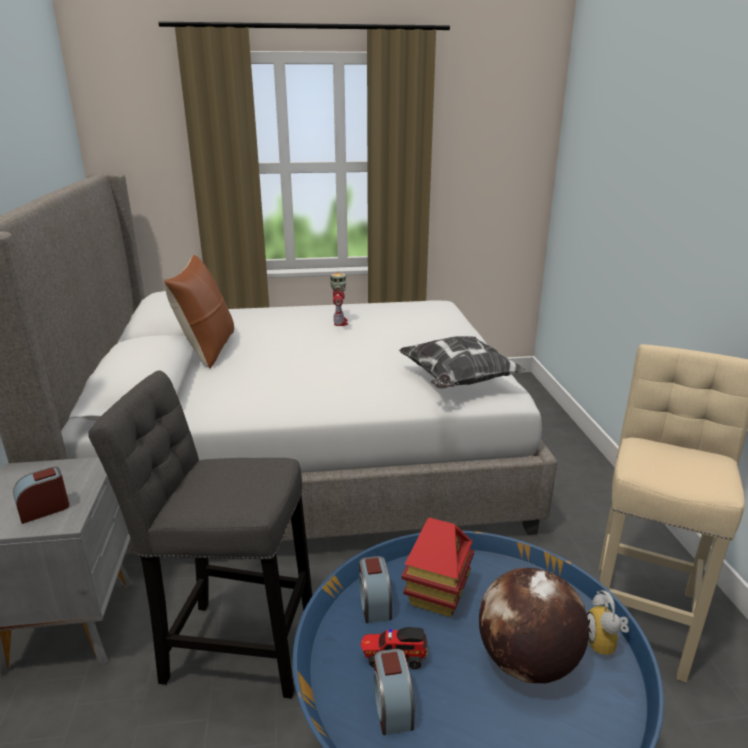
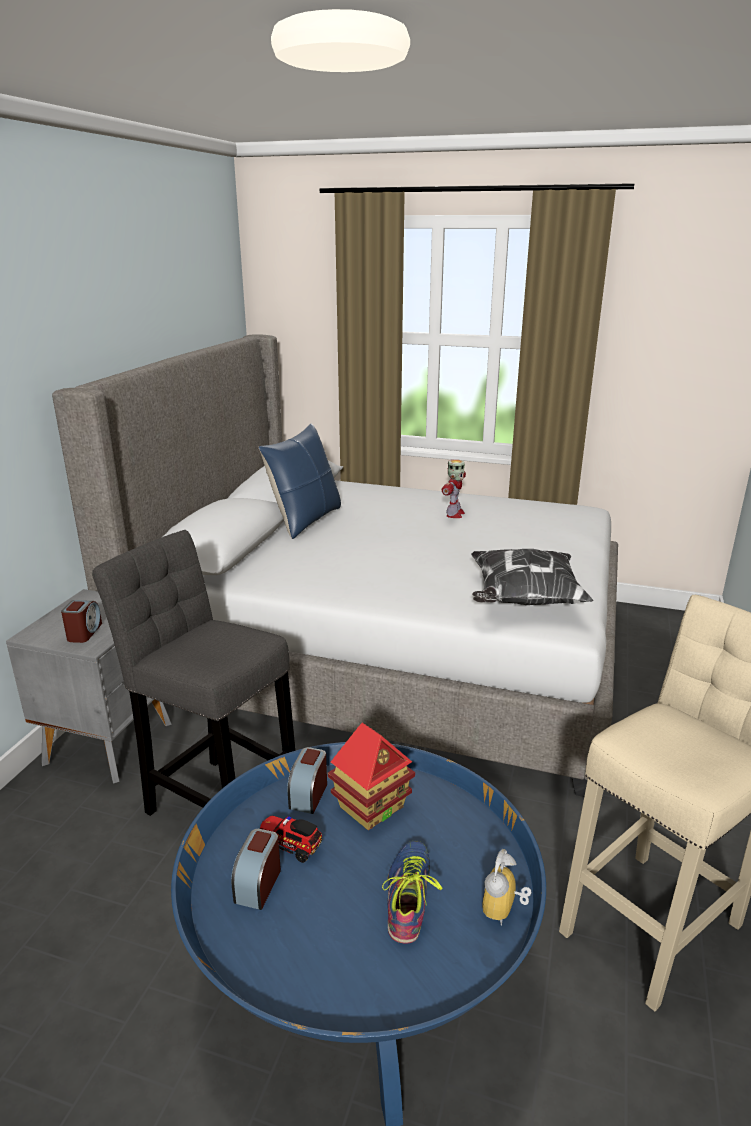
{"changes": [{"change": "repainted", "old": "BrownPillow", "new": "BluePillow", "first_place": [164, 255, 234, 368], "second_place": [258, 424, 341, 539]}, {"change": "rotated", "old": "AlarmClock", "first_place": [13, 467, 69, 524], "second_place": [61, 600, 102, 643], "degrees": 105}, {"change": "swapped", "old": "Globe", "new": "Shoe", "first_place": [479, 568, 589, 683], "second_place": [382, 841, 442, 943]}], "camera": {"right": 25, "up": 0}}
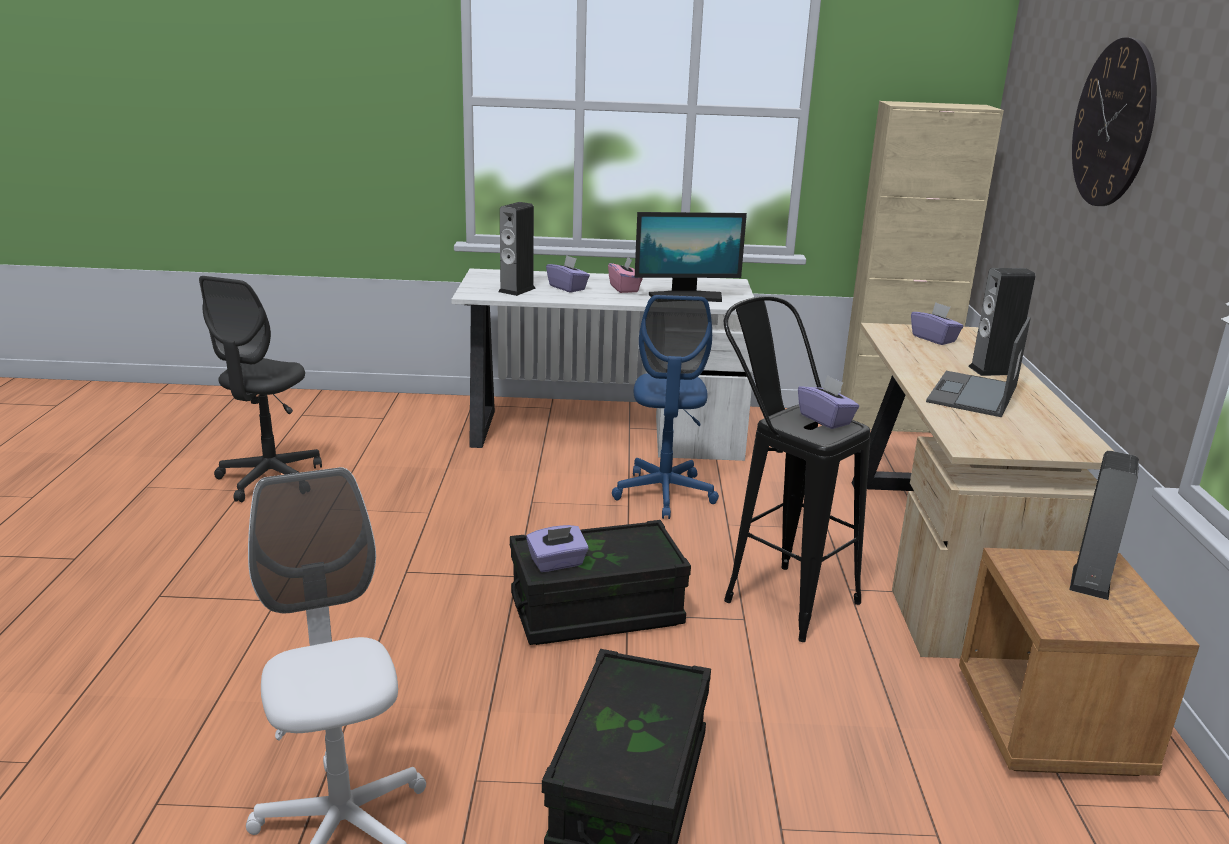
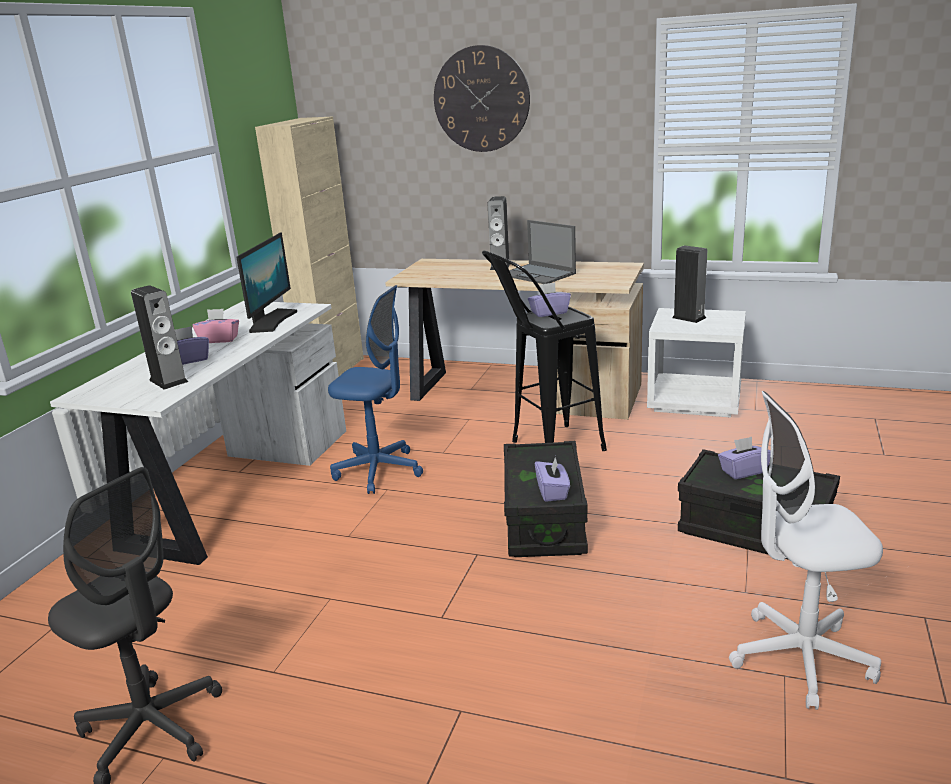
{"changes": [{"change": "shifted", "old": "PurpleTissueBox", "first_place": [911, 302, 963, 345], "second_place": [718, 437, 771, 479]}, {"change": "repainted", "old": "BrownNightstand", "new": "WhiteNightstand", "first_place": [959, 548, 1200, 776], "second_place": [647, 308, 746, 417]}], "camera": {"right": -70, "up": 0}}
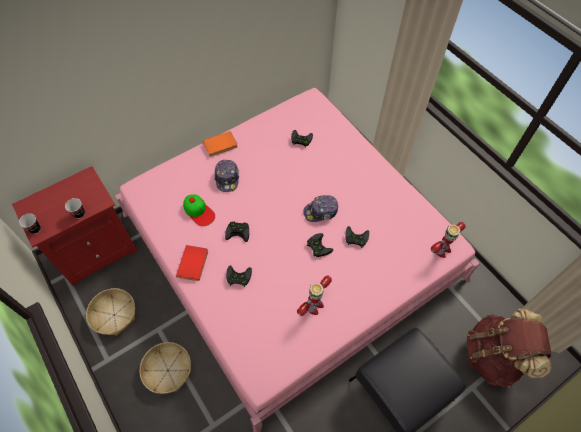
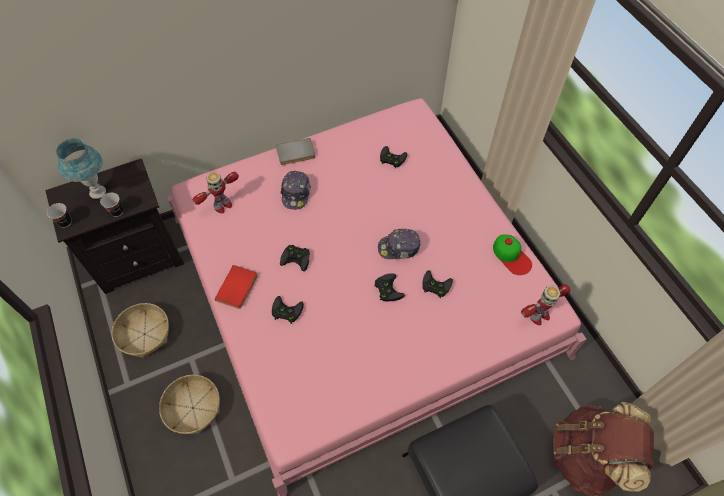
{"changes": [{"change": "repainted", "old": "OrangeBook", "new": "GreyBook", "first_place": [203, 131, 238, 156], "second_place": [276, 138, 315, 165]}, {"change": "repainted", "old": "RedNightstand", "new": "BlackNightstand", "first_place": [12, 166, 137, 286], "second_place": [45, 158, 184, 294]}, {"change": "shifted", "old": "Cap", "first_place": [183, 194, 215, 226], "second_place": [493, 234, 532, 275]}, {"change": "shifted", "old": "ToyRobot", "first_place": [297, 275, 332, 316], "second_place": [193, 172, 239, 213]}, {"change": "new", "new": "BlueTableLamp", "second_place": [56, 138, 106, 199]}], "camera": {"right": 10, "up": 0}}
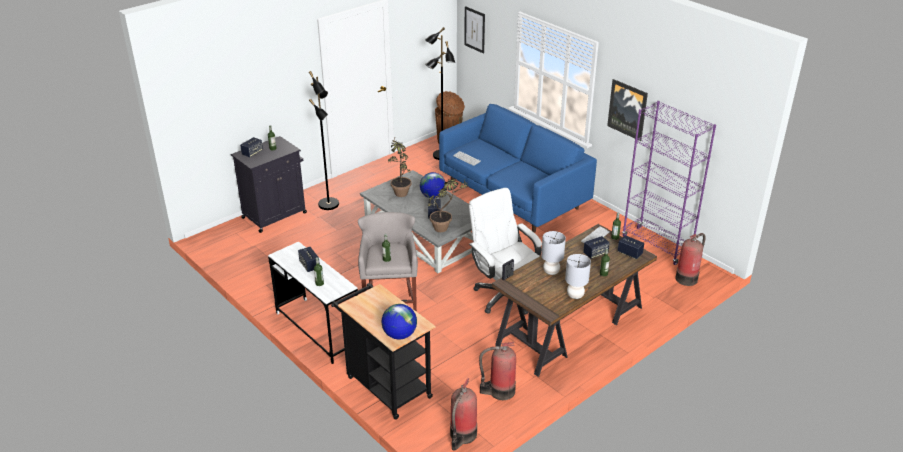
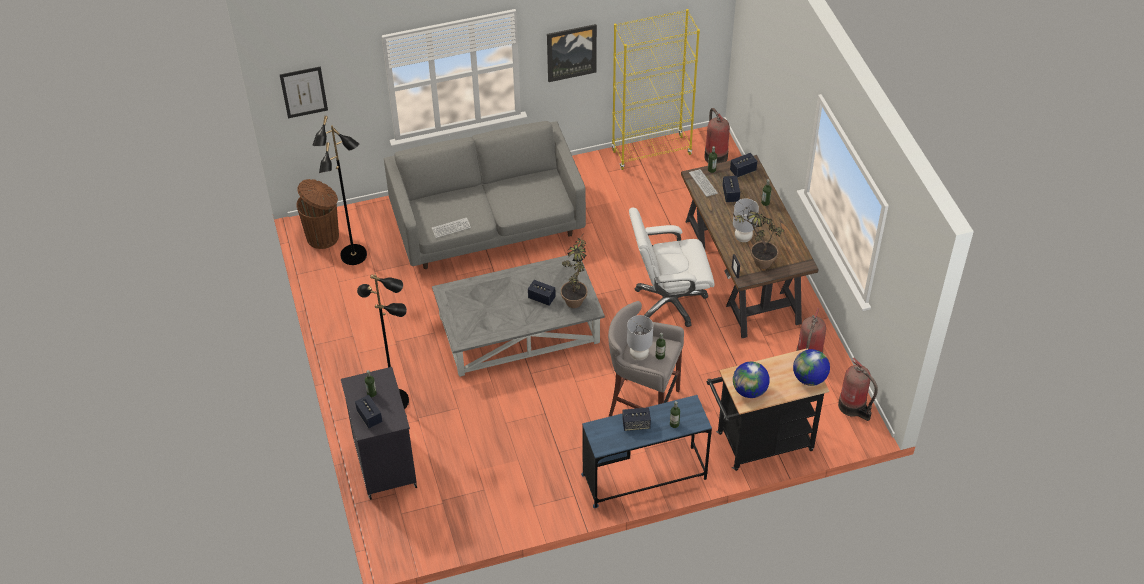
{"changes": [{"change": "repainted", "old": "PurpleBookcase", "new": "YellowBookcase", "first_place": [622, 101, 716, 265], "second_place": [611, 9, 700, 170]}, {"change": "repainted", "old": "BlueSofa", "new": "GreySofa", "first_place": [439, 104, 597, 232], "second_place": [384, 121, 586, 269]}, {"change": "shifted", "old": "PottedPlant", "first_place": [388, 138, 411, 197], "second_place": [731, 211, 784, 269]}, {"change": "shifted", "old": "Globe", "first_place": [420, 172, 445, 198], "second_place": [733, 362, 770, 398]}, {"change": "repainted", "old": "WhiteDesk", "new": "BlueDesk", "first_place": [268, 242, 358, 364], "second_place": [581, 395, 712, 508]}, {"change": "shifted", "old": "GreyTableLamp", "first_place": [565, 254, 591, 299], "second_place": [627, 315, 653, 360]}], "camera": {"right": -65, "up": 15}}
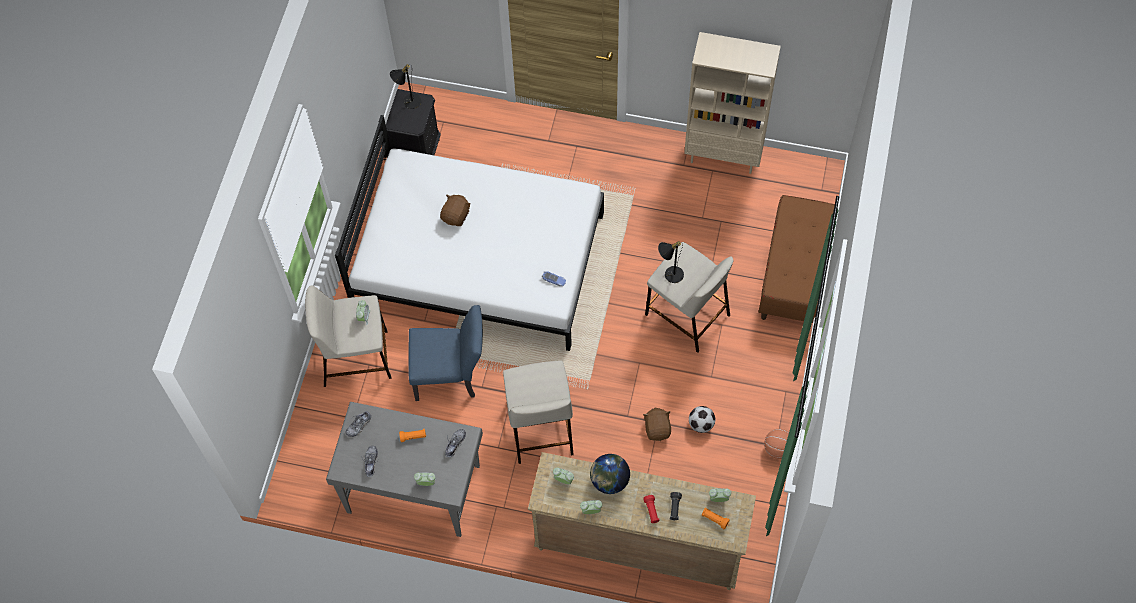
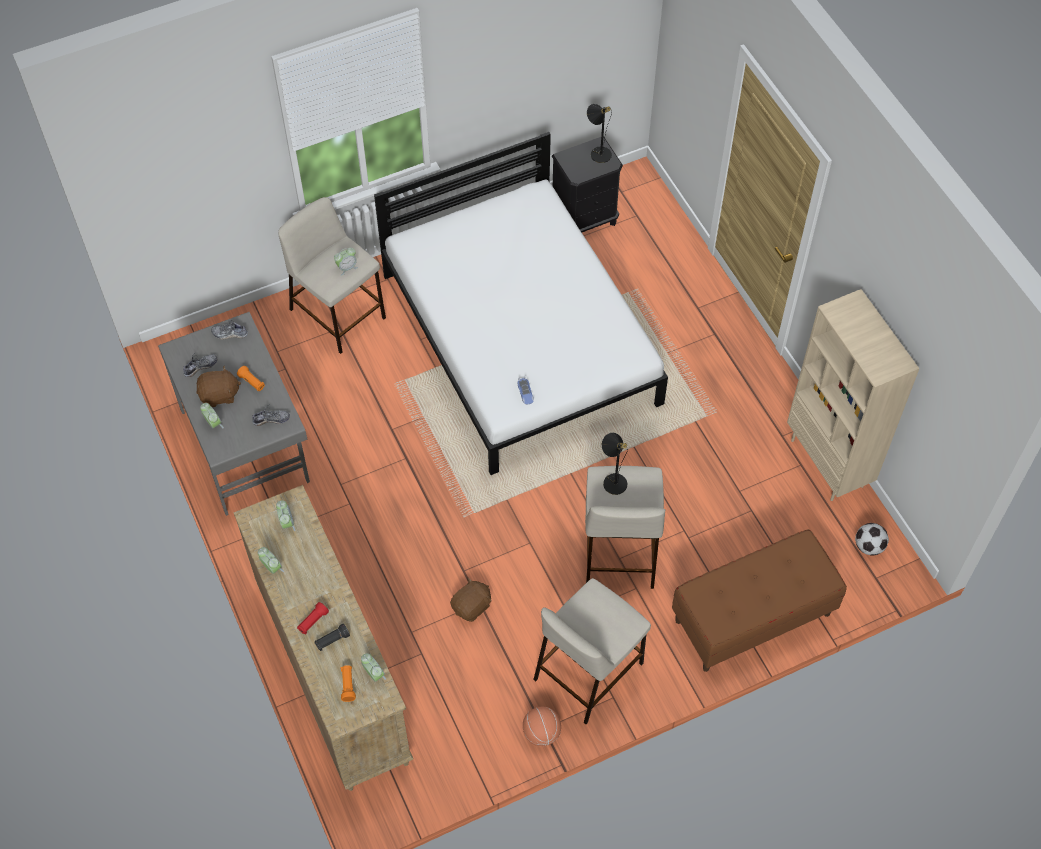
{"changes": [{"change": "shifted", "old": "BrownPlushToy", "first_place": [440, 194, 471, 226], "second_place": [196, 366, 241, 407]}, {"change": "gone", "old": "BlueChair", "first_place": [409, 305, 483, 401]}, {"change": "shifted", "old": "BeigeStool", "first_place": [503, 360, 574, 464], "second_place": [533, 578, 651, 724]}, {"change": "shifted", "old": "Football", "first_place": [689, 406, 715, 433], "second_place": [855, 523, 889, 555]}, {"change": "gone", "old": "Globe", "first_place": [590, 454, 630, 494]}], "camera": {"right": 50, "up": -5}}
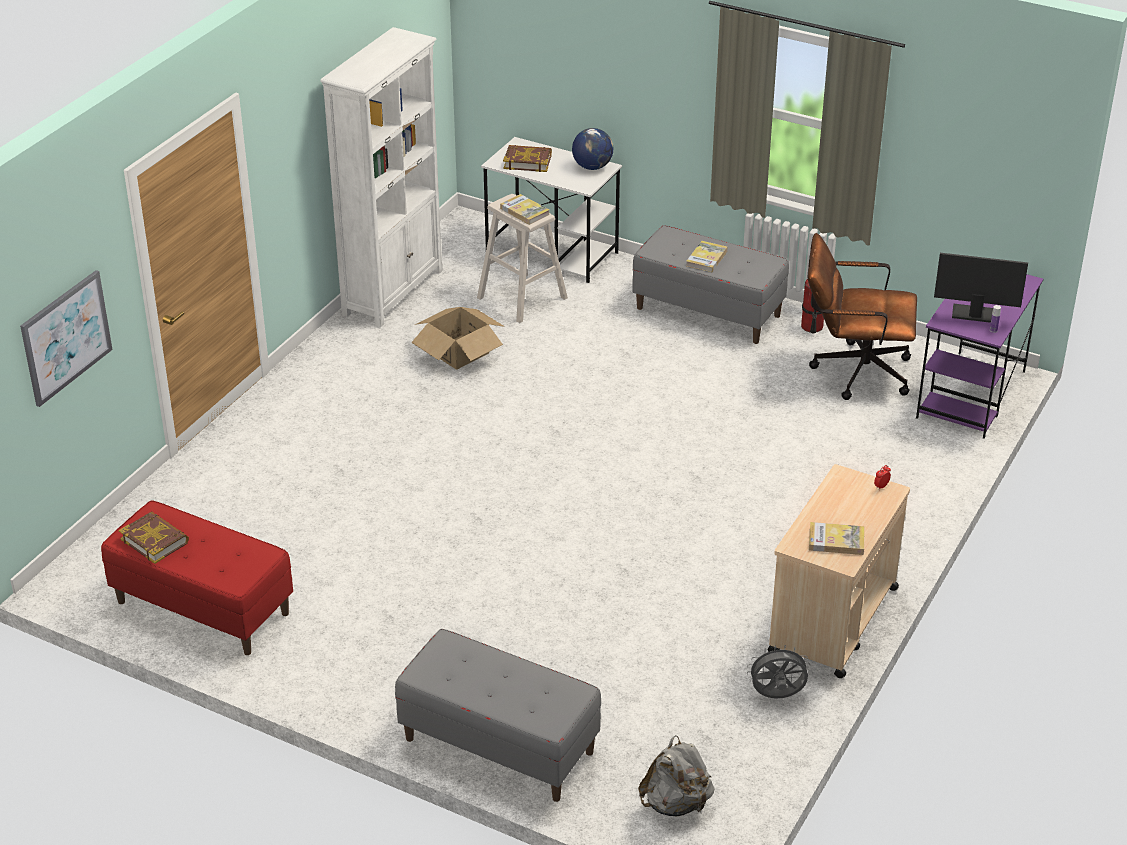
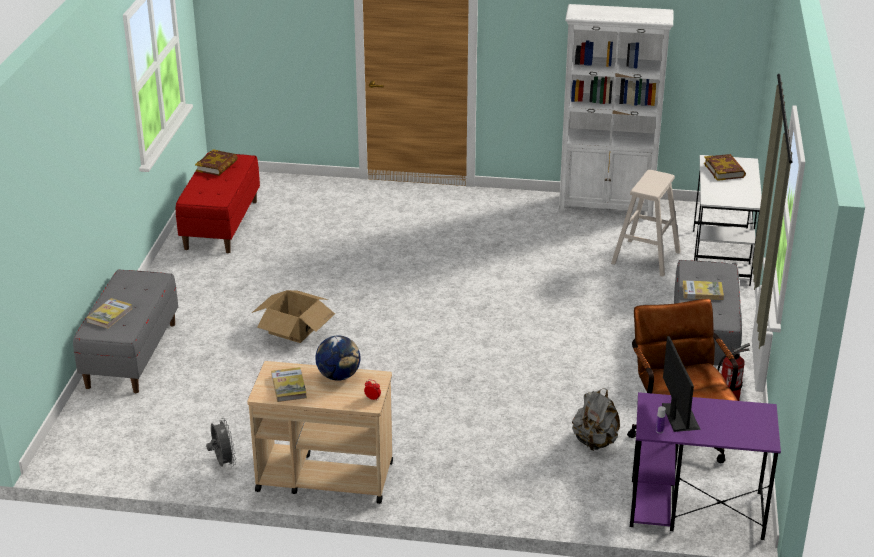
{"changes": [{"change": "shifted", "old": "Globe", "first_place": [572, 128, 613, 170], "second_place": [315, 335, 361, 381]}, {"change": "shifted", "old": "Book", "first_place": [500, 194, 549, 225], "second_place": [86, 298, 132, 328]}, {"change": "gone", "old": "Picture", "first_place": [20, 270, 112, 407]}, {"change": "shifted", "old": "CardboardBox", "first_place": [412, 307, 505, 370], "second_place": [252, 290, 335, 343]}, {"change": "shifted", "old": "GreyBackpack", "first_place": [638, 735, 714, 816], "second_place": [572, 388, 620, 451]}], "camera": {"right": 70, "up": -5}}
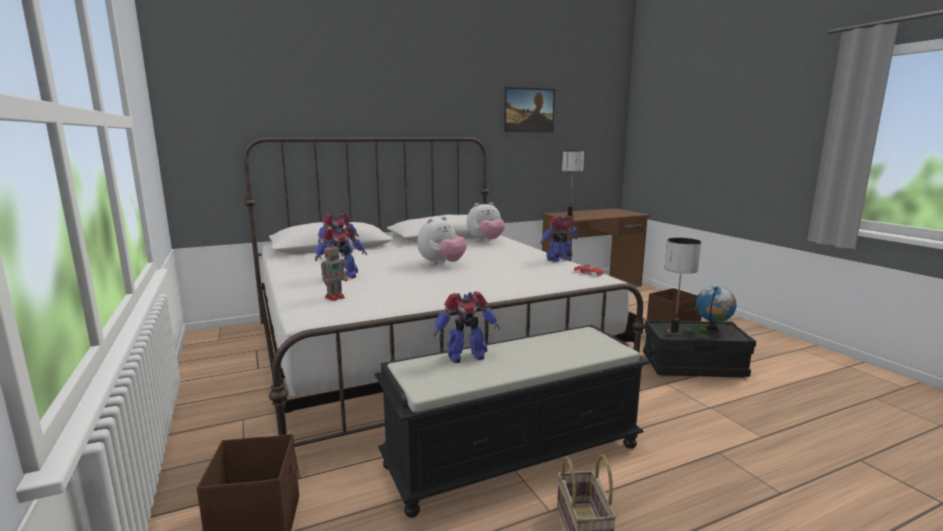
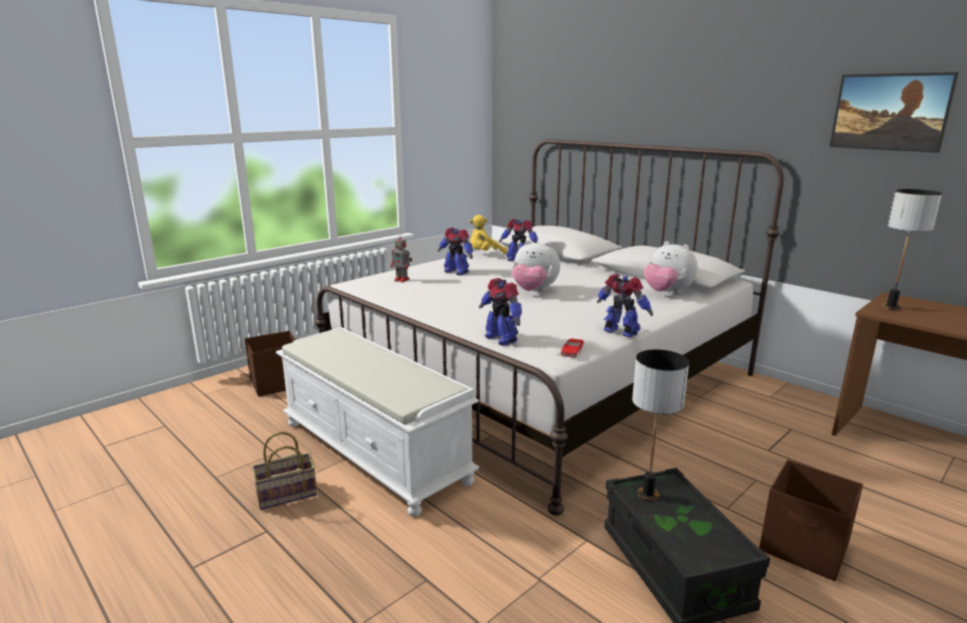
{"changes": [{"change": "gone", "old": "Globe", "first_place": [696, 286, 737, 331]}, {"change": "shifted", "old": "ToyRobot", "first_place": [433, 291, 500, 363], "second_place": [479, 278, 522, 346]}, {"change": "repainted", "old": "BlackBench", "new": "WhiteBench", "first_place": [374, 325, 650, 518], "second_place": [276, 327, 479, 517]}, {"change": "new", "new": "YellowPlushToy", "second_place": [470, 215, 507, 254]}], "camera": {"right": 70, "up": 5}}
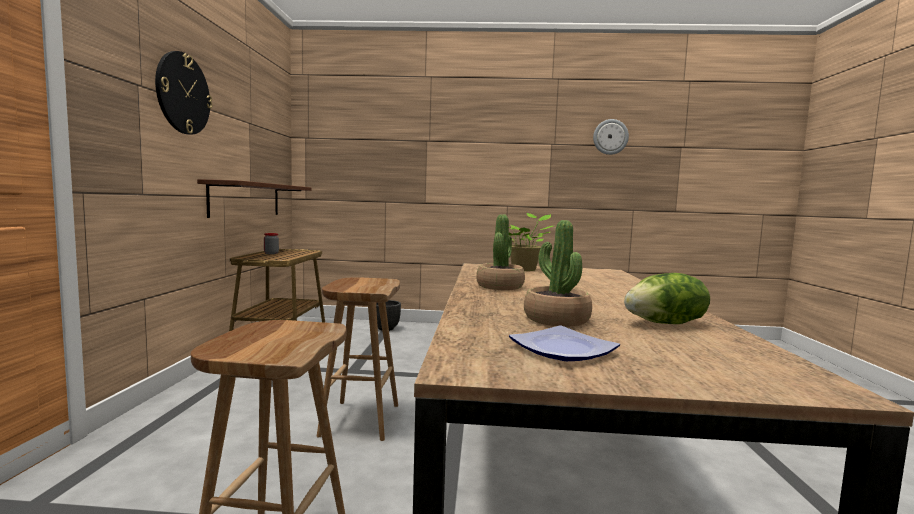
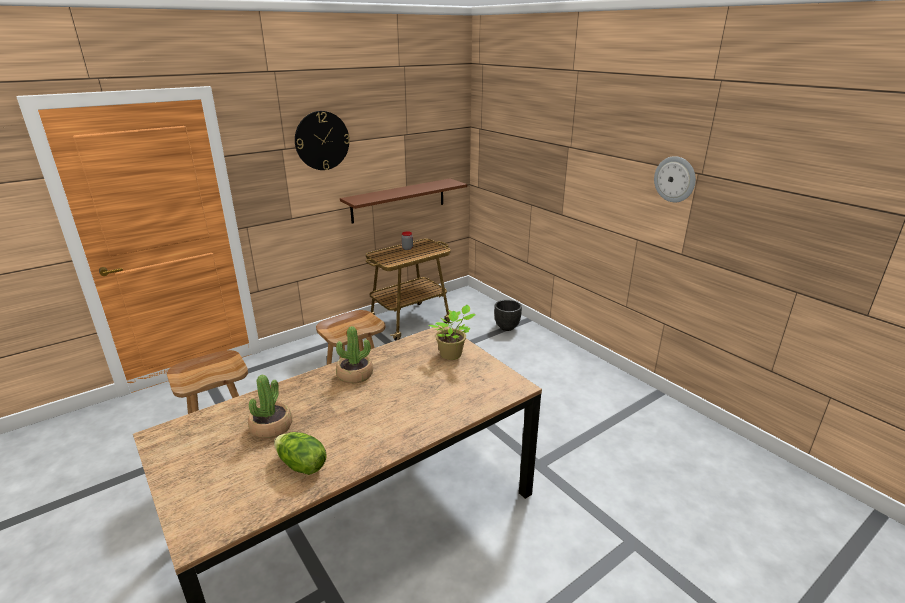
{"changes": [{"change": "shifted", "old": "WallClock", "first_place": [593, 119, 629, 155], "second_place": [654, 156, 696, 202]}, {"change": "gone", "old": "Plate", "first_place": [509, 325, 620, 361]}], "camera": {"right": 50, "up": 20}}
